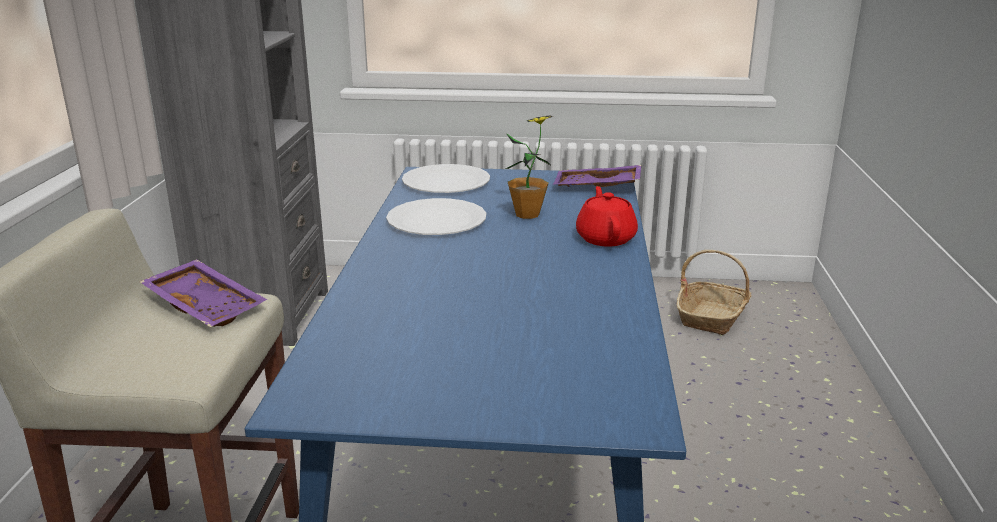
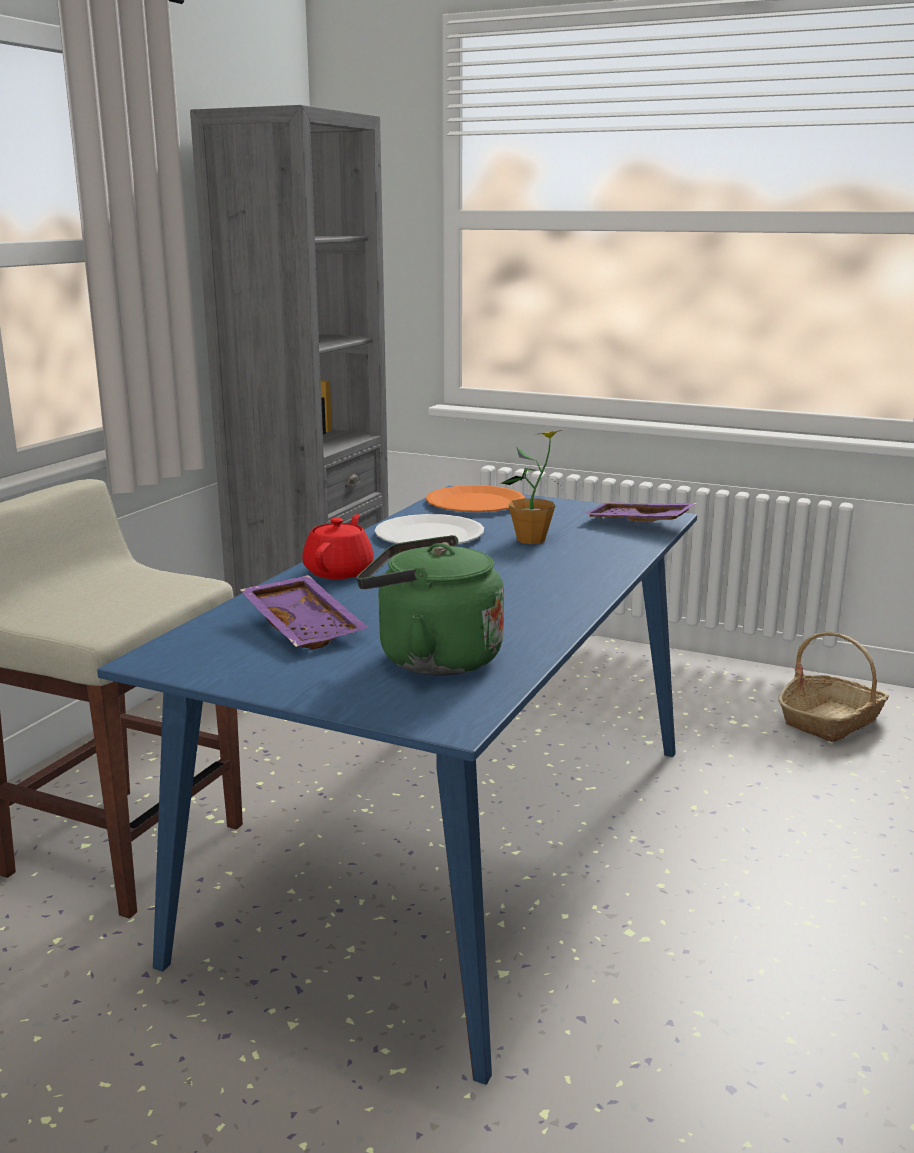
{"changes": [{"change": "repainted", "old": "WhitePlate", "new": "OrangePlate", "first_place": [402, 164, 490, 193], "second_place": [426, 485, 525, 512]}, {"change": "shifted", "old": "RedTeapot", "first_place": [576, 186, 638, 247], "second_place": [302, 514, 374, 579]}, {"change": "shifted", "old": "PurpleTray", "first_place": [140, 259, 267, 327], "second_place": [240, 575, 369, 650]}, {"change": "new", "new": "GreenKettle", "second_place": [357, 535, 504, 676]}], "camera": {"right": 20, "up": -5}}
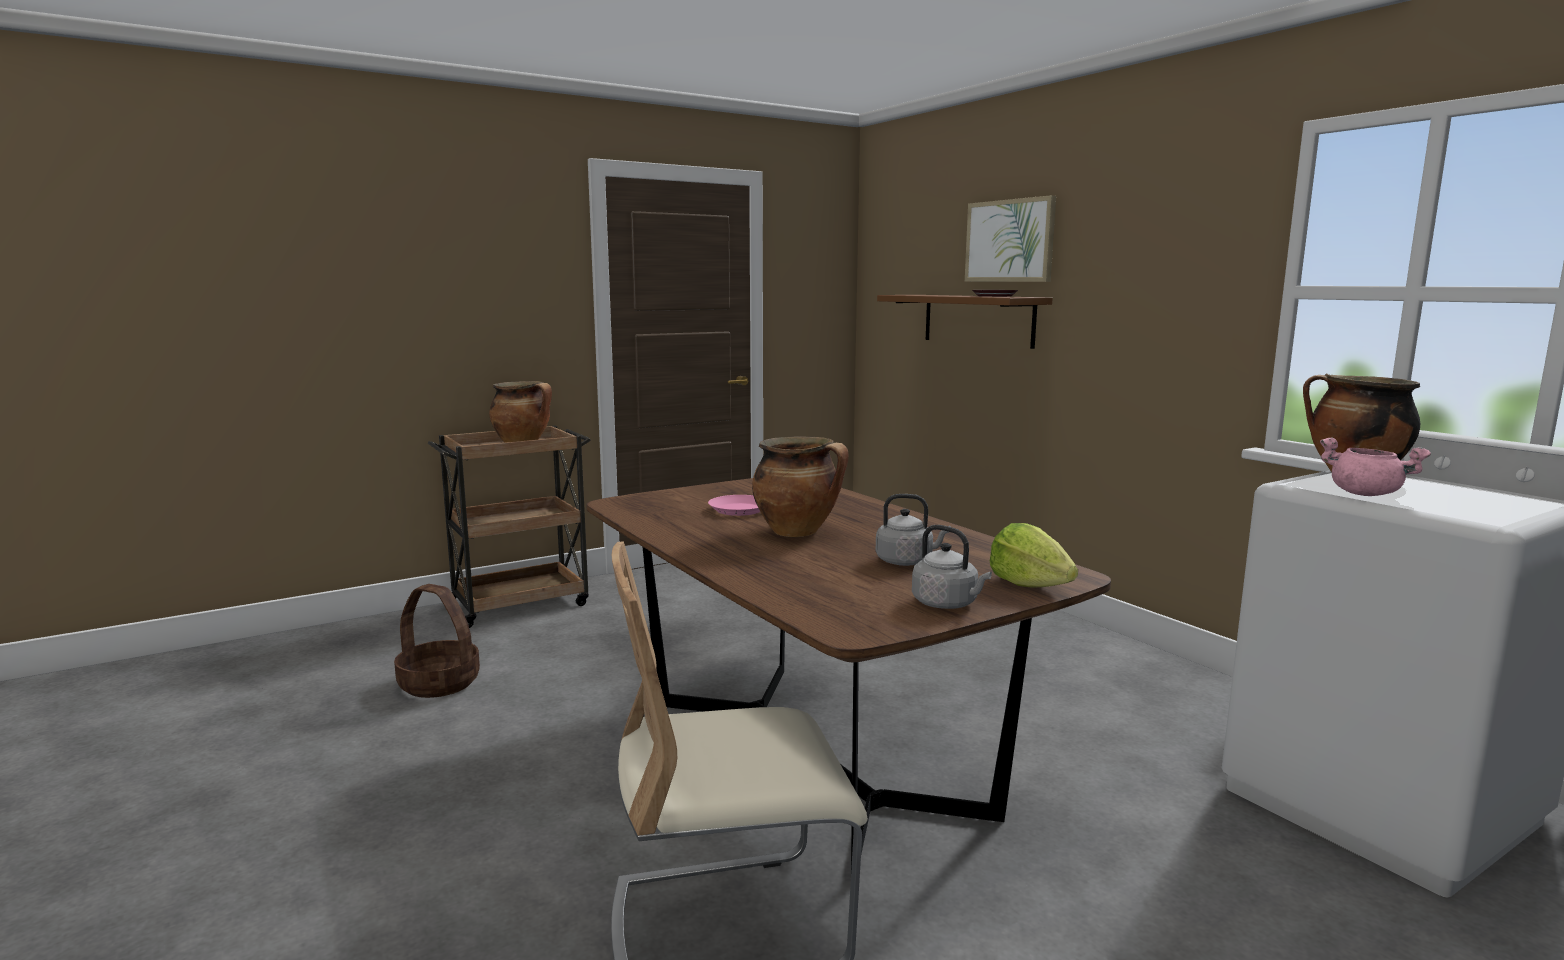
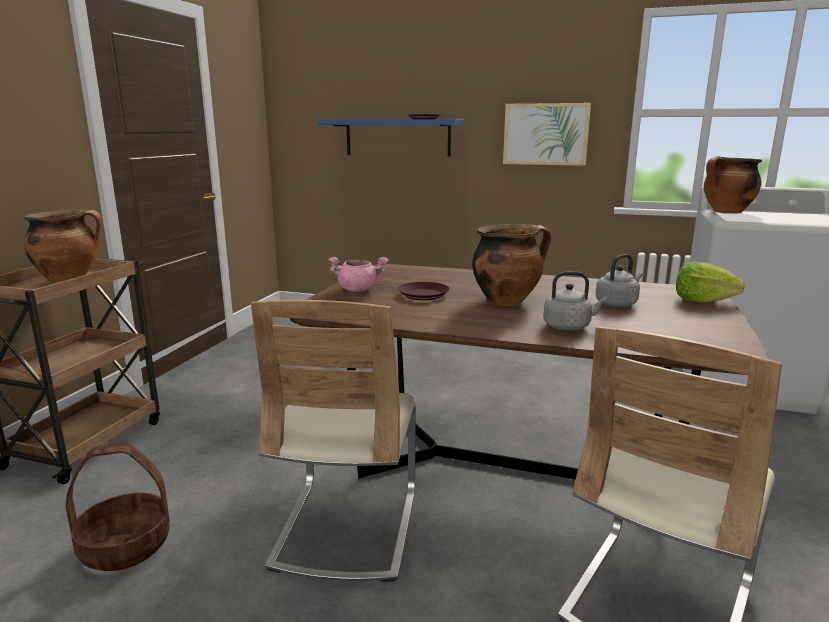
{"changes": [{"change": "shifted", "old": "Picture", "first_place": [965, 195, 1056, 282], "second_place": [503, 103, 591, 166]}, {"change": "repainted", "old": "BrownShelf", "new": "BlueShelf", "first_place": [877, 295, 1053, 349], "second_place": [318, 119, 464, 157]}, {"change": "shifted", "old": "PinkCookingPot", "first_place": [1320, 438, 1431, 496], "second_place": [328, 257, 388, 292]}, {"change": "repainted", "old": "PinkPlate", "new": "BrownPlate", "first_place": [708, 495, 760, 516], "second_place": [397, 282, 450, 300]}, {"change": "shifted", "old": "GreyKettle", "first_place": [912, 525, 992, 609], "second_place": [543, 271, 607, 330]}, {"change": "new", "new": "BeigeChair", "second_place": [251, 300, 416, 582]}], "camera": {"right": -40, "up": 5}}
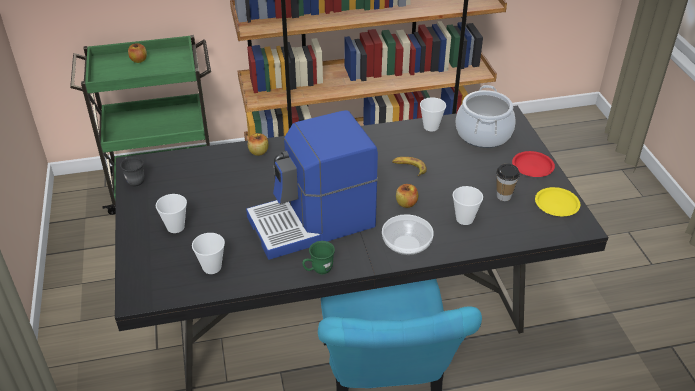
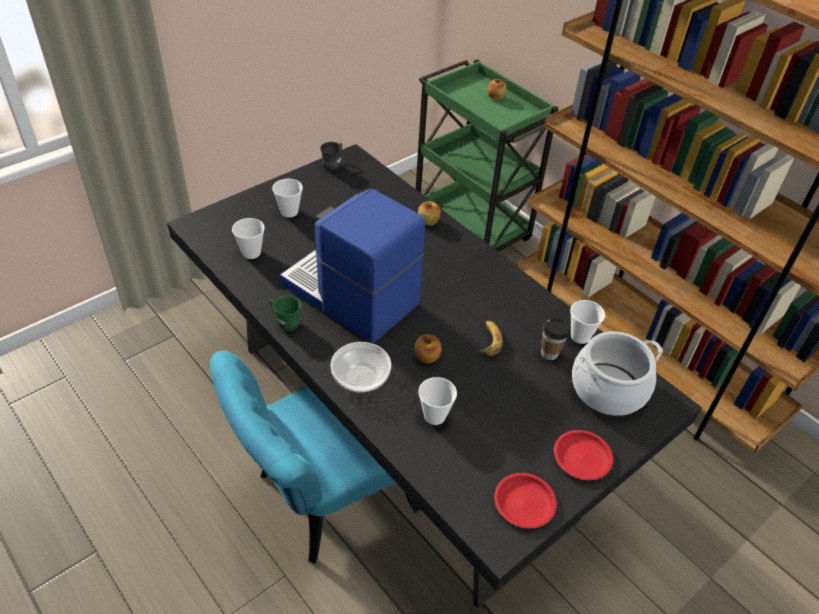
{"changes": [{"change": "shifted", "old": "Cup", "first_place": [496, 164, 520, 201], "second_place": [541, 317, 570, 360]}, {"change": "repainted", "old": "YellowPlate", "new": "RedPlate", "first_place": [535, 187, 580, 216], "second_place": [494, 473, 557, 528]}], "camera": {"right": 60, "up": 5}}
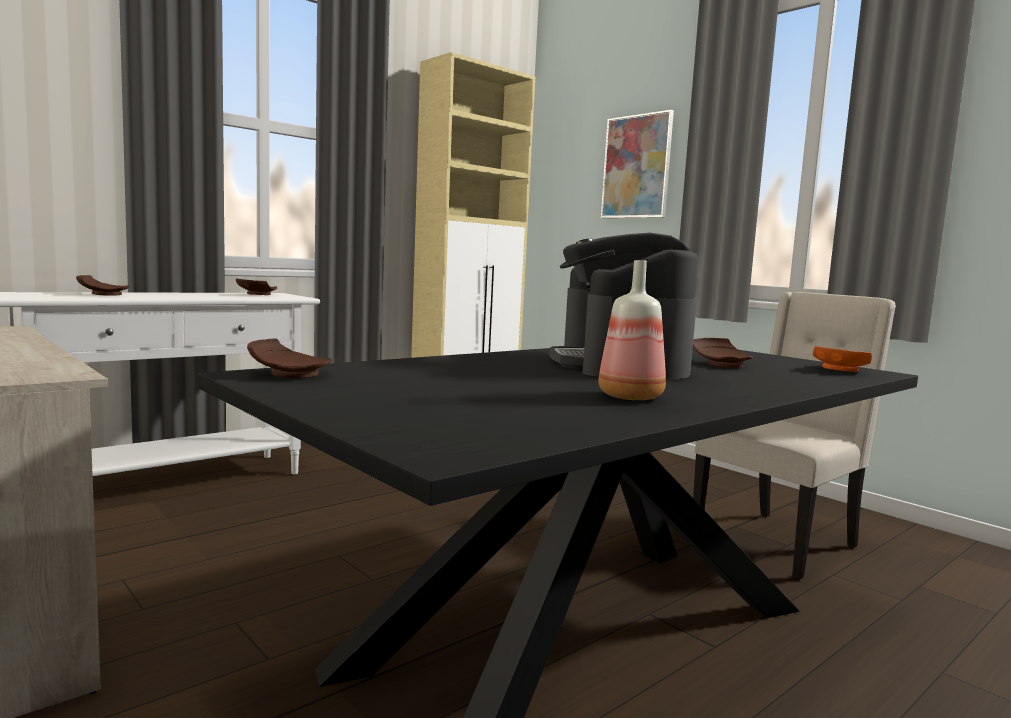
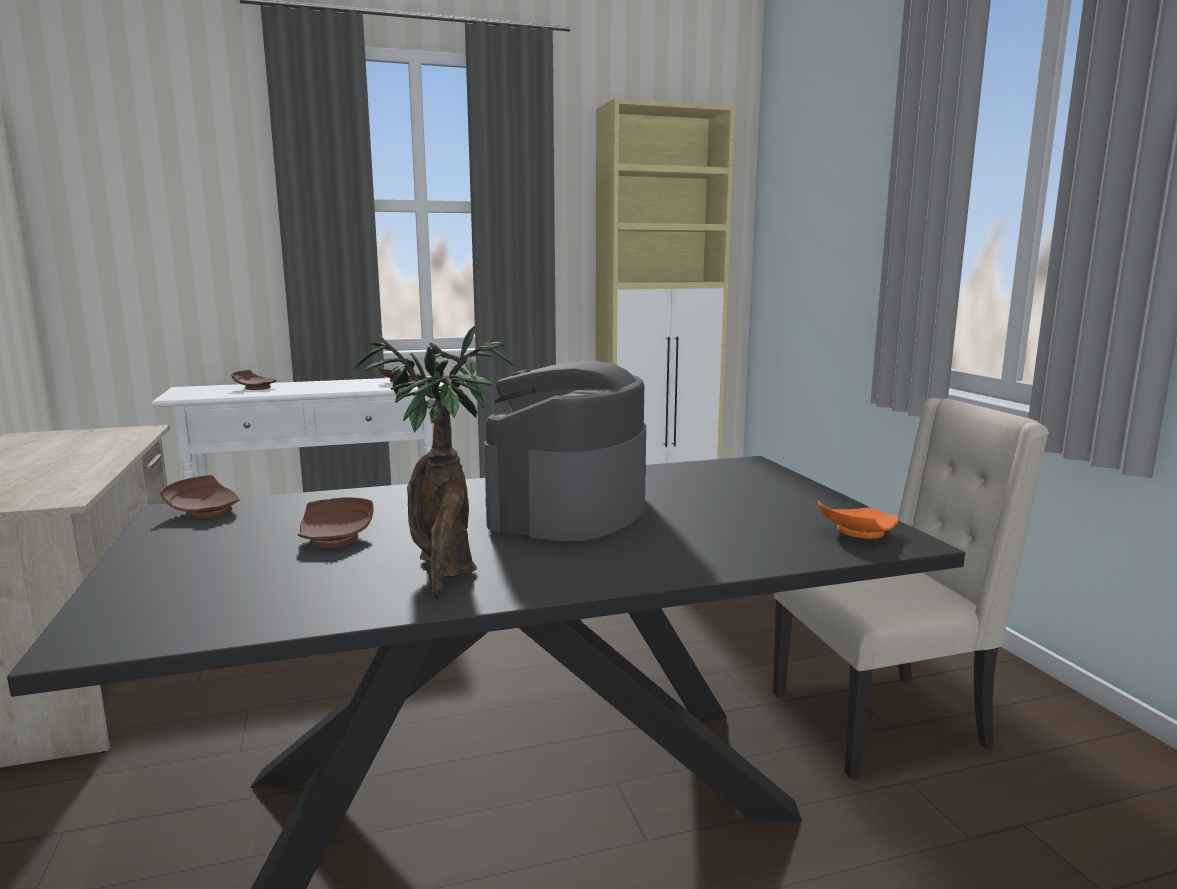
{"changes": [{"change": "gone", "old": "Picture", "first_place": [601, 110, 674, 218]}, {"change": "swapped", "old": "Bottle", "new": "PottedPlant", "first_place": [598, 260, 666, 400], "second_place": [353, 324, 513, 598]}, {"change": "shifted", "old": "BrownPlate", "first_place": [693, 338, 753, 368], "second_place": [298, 497, 374, 548]}], "camera": {"right": 25, "up": 5}}
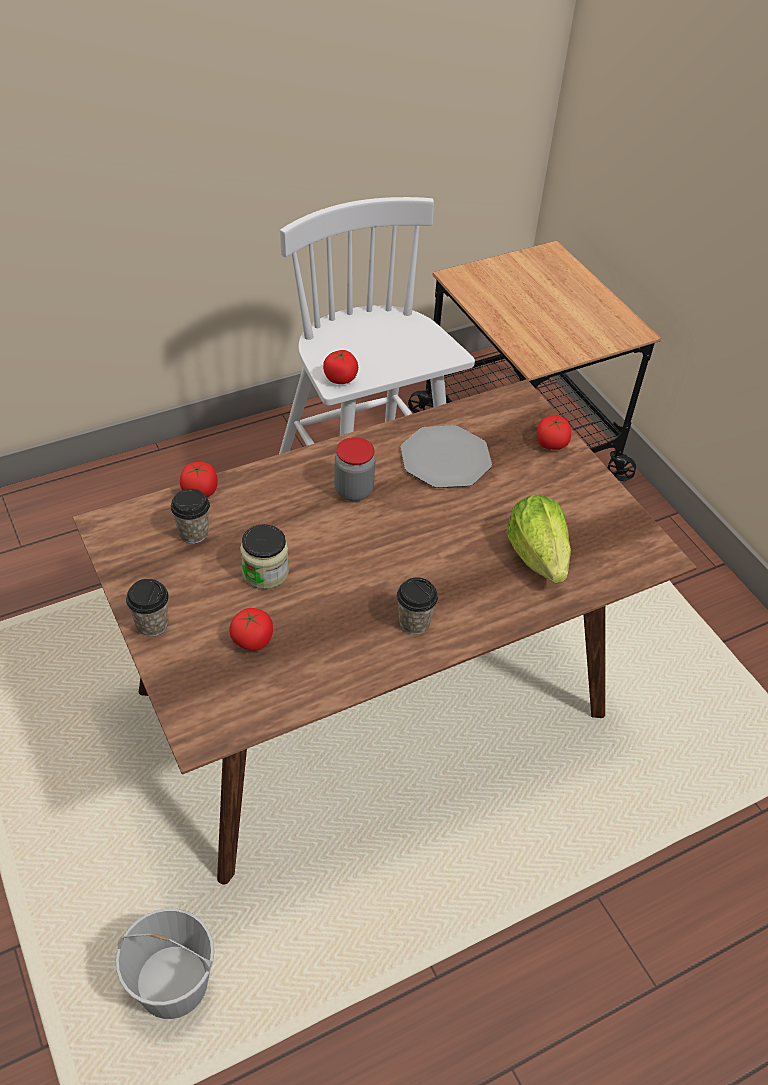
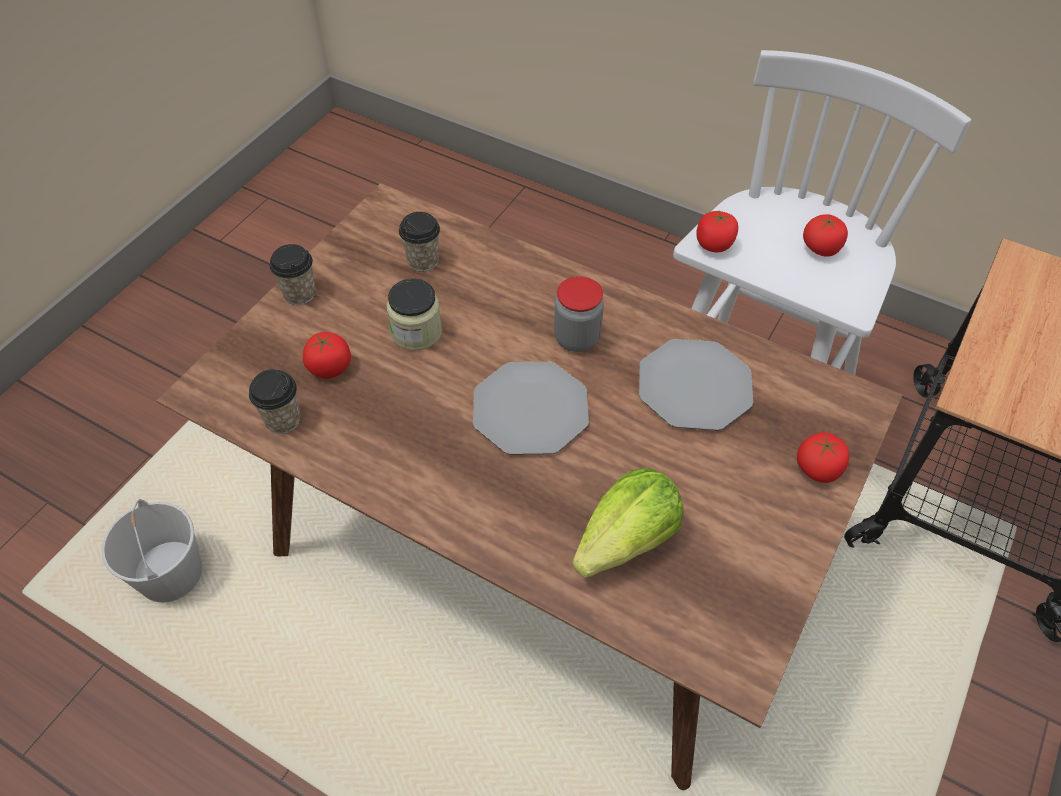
{"changes": [{"change": "shifted", "old": "Tomato", "first_place": [180, 462, 218, 497], "second_place": [803, 214, 848, 257]}, {"change": "shifted", "old": "Cup", "first_place": [397, 577, 438, 635], "second_place": [249, 369, 301, 434]}, {"change": "new", "new": "Plate", "second_place": [473, 362, 589, 455]}], "camera": {"right": 60, "up": 5}}
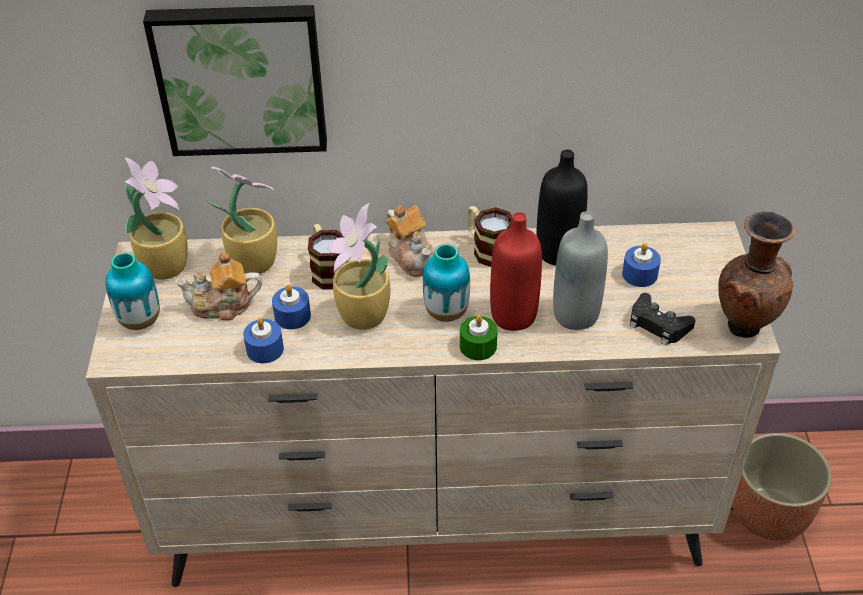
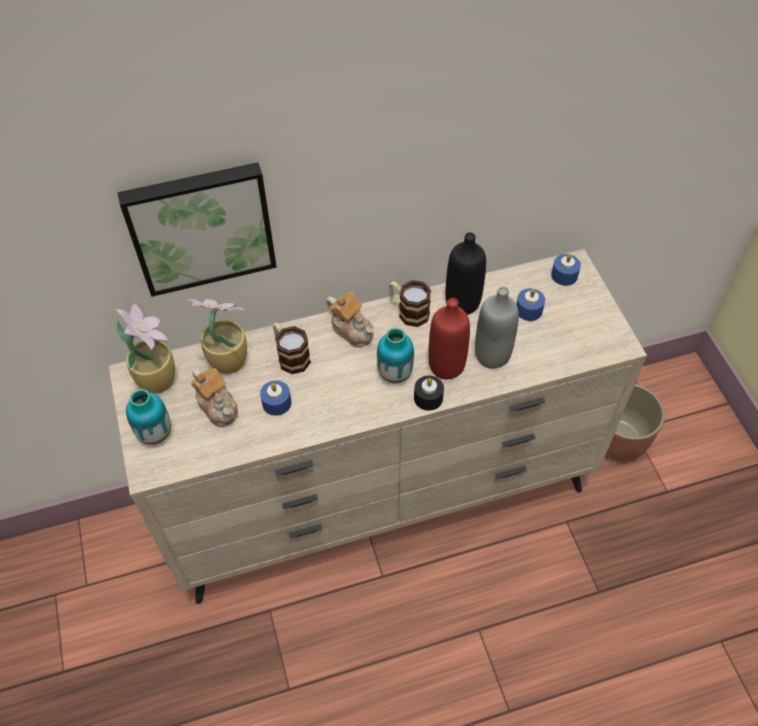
{"changes": [{"change": "gone", "old": "PottedPlant", "first_place": [327, 203, 391, 330]}, {"change": "gone", "old": "BrownVase", "first_place": [718, 211, 796, 338]}, {"change": "rotated", "old": "Teapot", "first_place": [175, 252, 262, 320], "second_place": [191, 368, 238, 427], "degrees": -105}, {"change": "gone", "old": "BlackGameController", "first_place": [630, 293, 695, 346]}, {"change": "repainted", "old": "GreenCandle", "new": "BlackCandle", "first_place": [460, 315, 498, 360], "second_place": [414, 375, 444, 411]}, {"change": "shifted", "old": "BlueCandle", "first_place": [243, 318, 284, 363], "second_place": [551, 254, 581, 286]}], "camera": {"right": -15, "up": 10}}
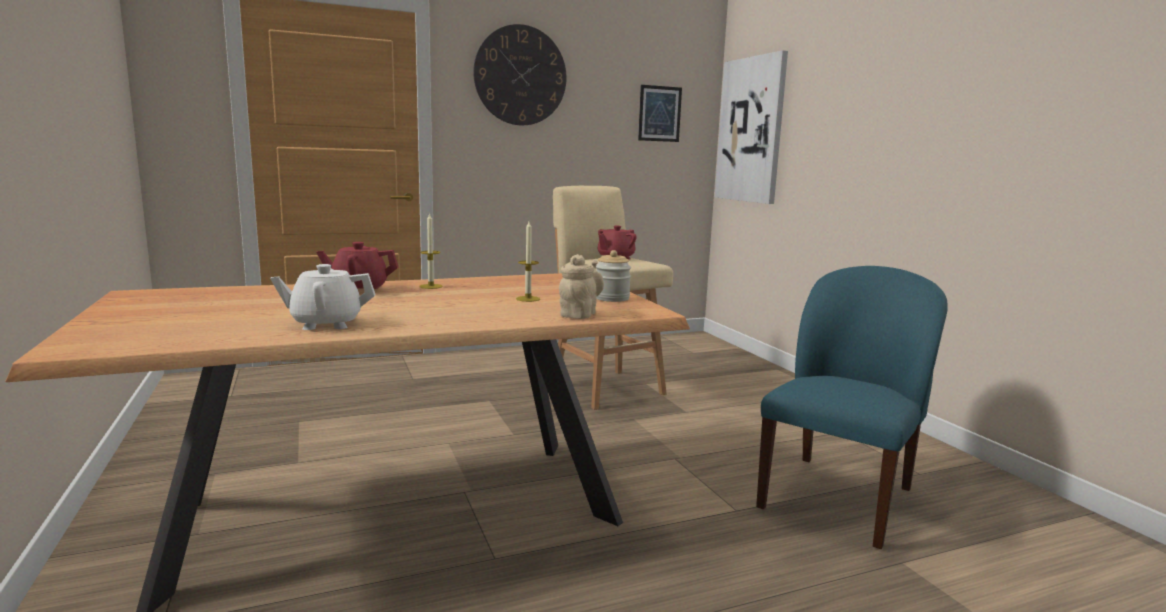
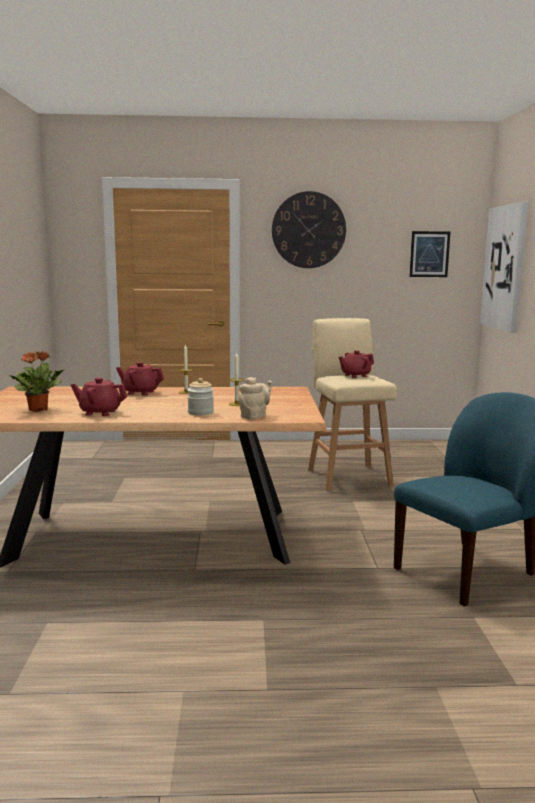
{"changes": [{"change": "shifted", "old": "Jar", "first_place": [596, 250, 631, 302], "second_place": [187, 378, 214, 415]}, {"change": "repainted", "old": "WhiteTeapot", "new": "RedTeapot", "first_place": [270, 264, 376, 330], "second_place": [71, 378, 127, 416]}, {"change": "new", "new": "PottedPlant", "second_place": [9, 351, 65, 412]}], "camera": {"right": 20, "up": 0}}
